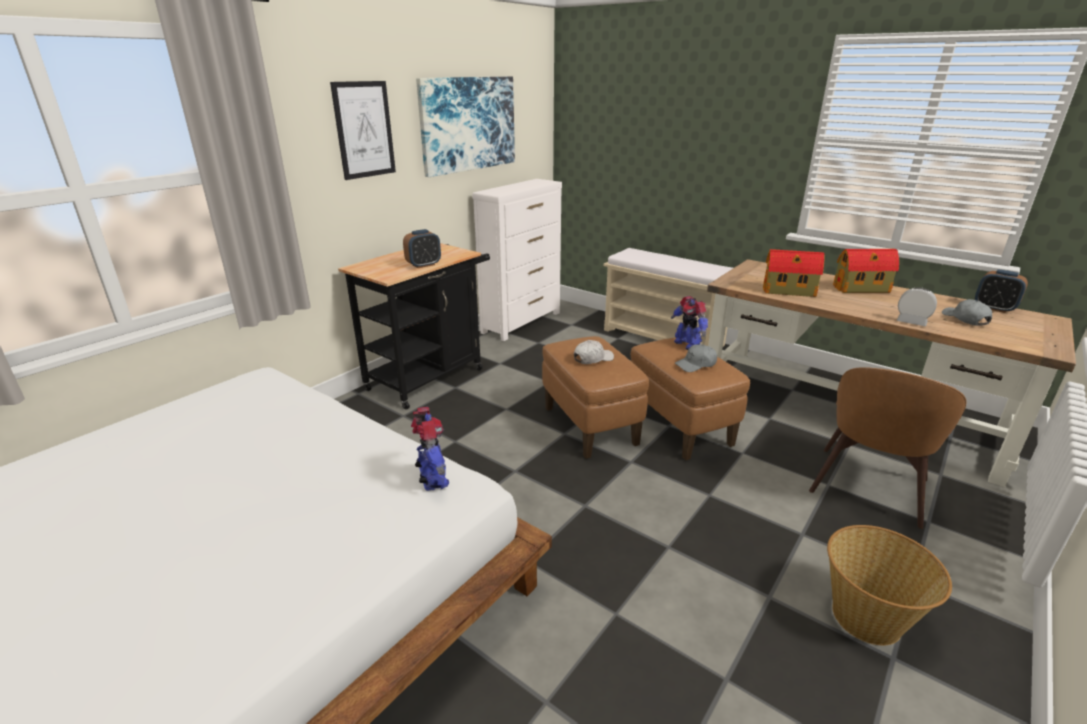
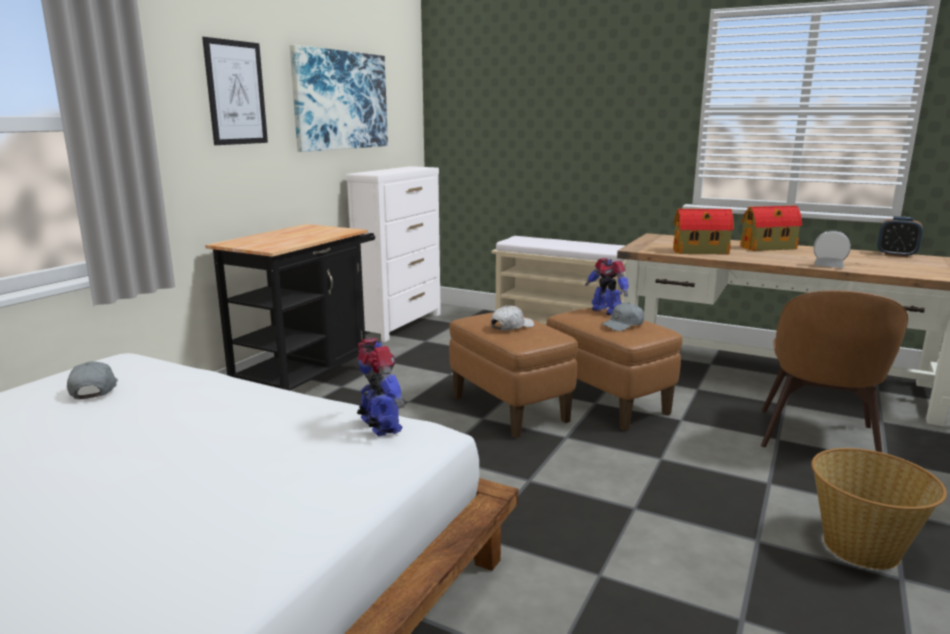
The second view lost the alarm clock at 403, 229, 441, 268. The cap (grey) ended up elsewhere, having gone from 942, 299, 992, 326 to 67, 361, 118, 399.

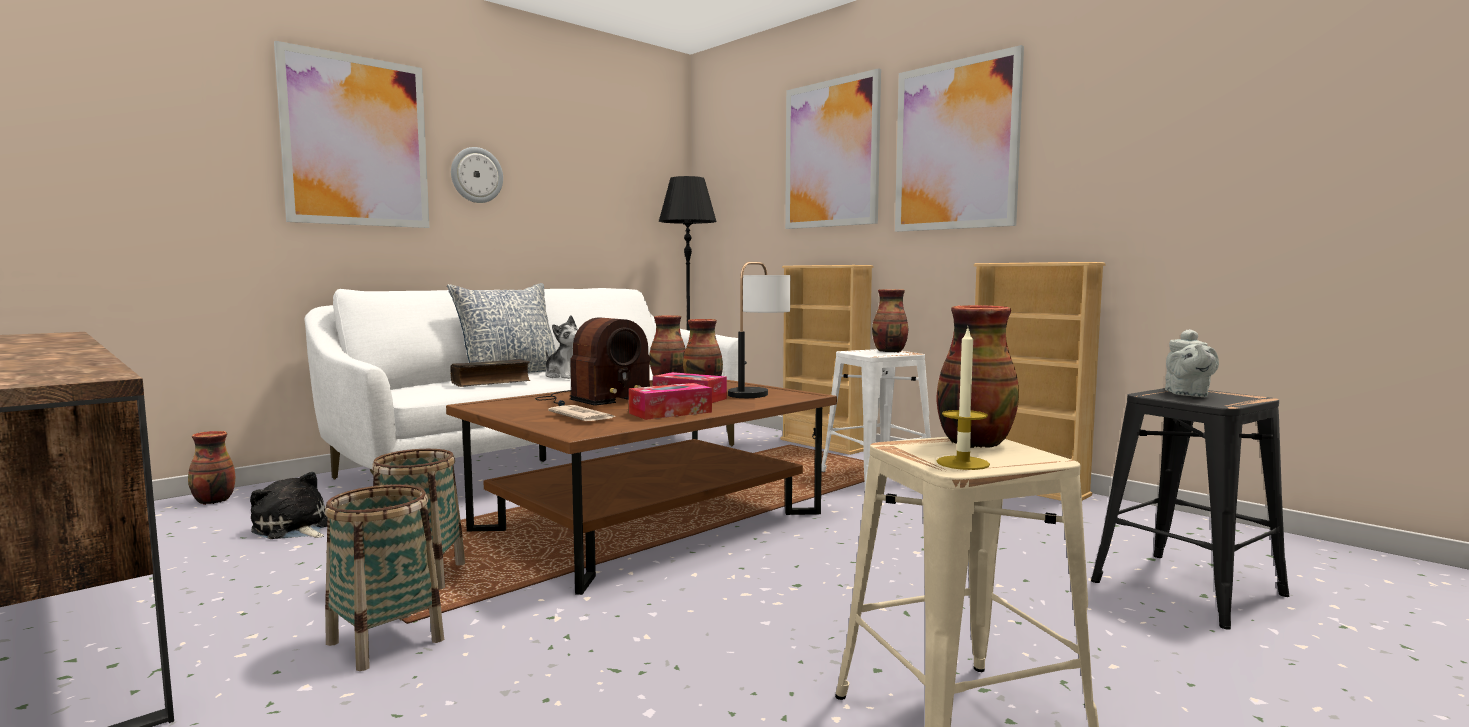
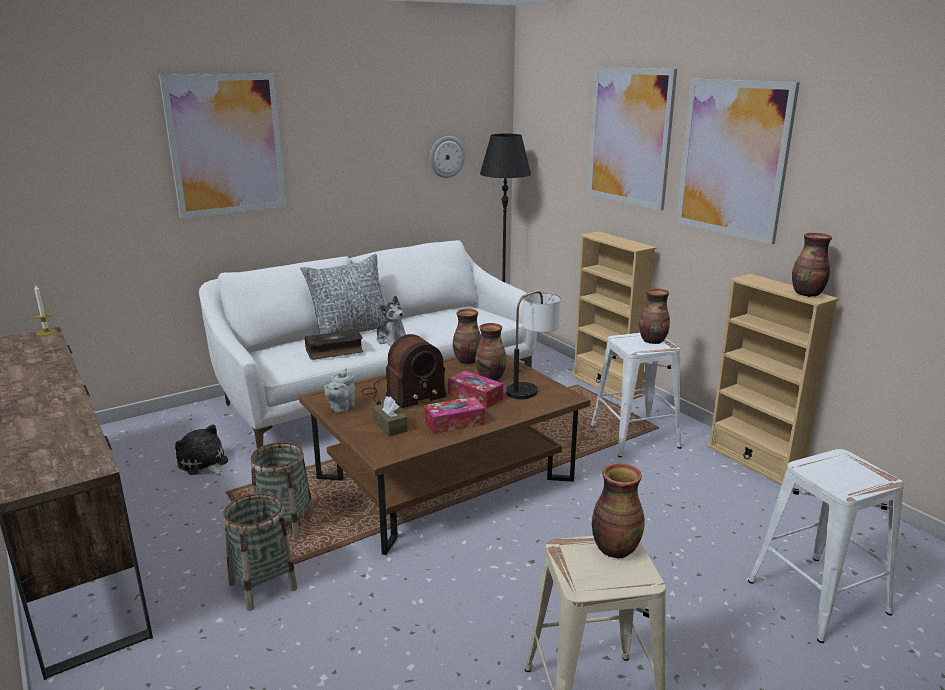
The wall clock ended up elsewhere, having gone from 451, 147, 503, 203 to 430, 136, 465, 178. The candle ended up elsewhere, having gone from 937, 329, 990, 470 to 34, 285, 57, 336. The teapot (grey) ended up elsewhere, having gone from 1165, 329, 1219, 397 to 324, 368, 355, 413. What was the stool (black) at 1091, 388, 1289, 630 turned into the stool (white) at 748, 449, 904, 643. Where the newspaper stood at 548, 405, 615, 421, the tissue box (brown) came to stand at 372, 396, 408, 437. The vase ended up elsewhere, having gone from 188, 431, 236, 505 to 792, 233, 832, 297.

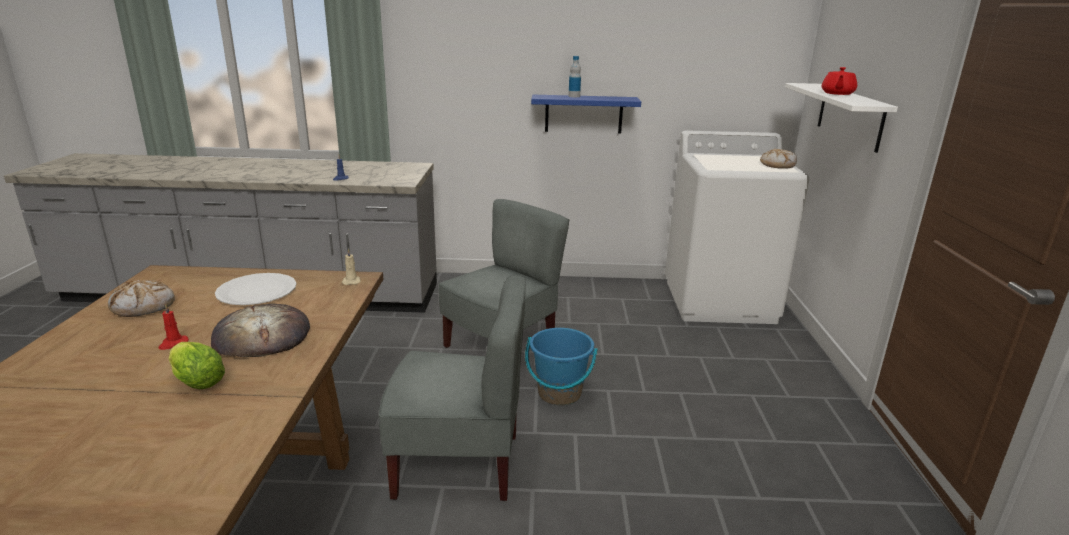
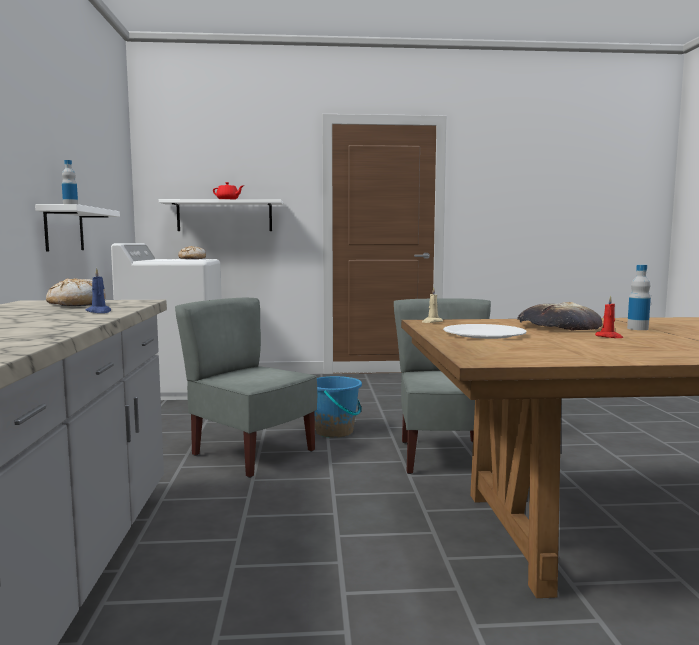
What was the shelf (blue) at 531, 95, 641, 134 turned into the shelf (white) at 35, 204, 120, 251. The bread ended up elsewhere, having gone from 108, 280, 175, 317 to 46, 278, 106, 306. Where the lettuce stood at 169, 342, 225, 389, the bottle came to stand at 627, 265, 651, 330.

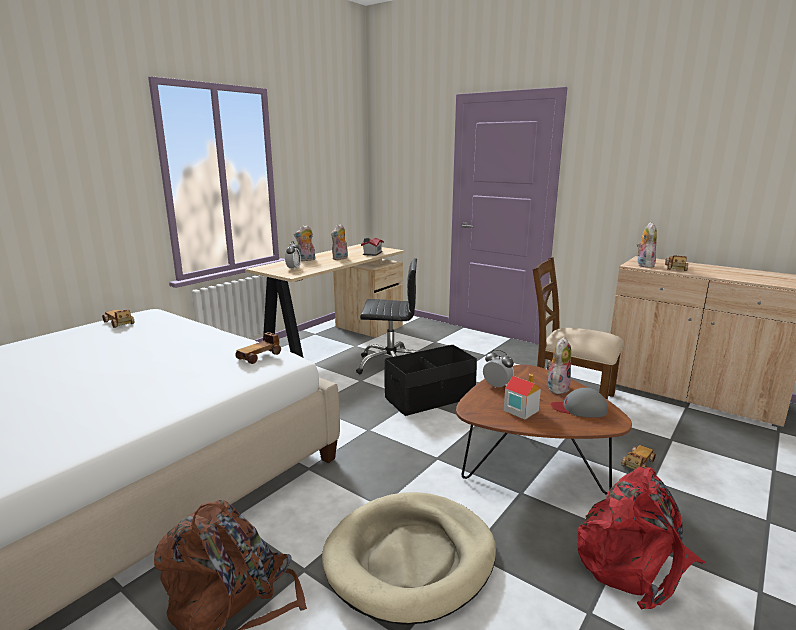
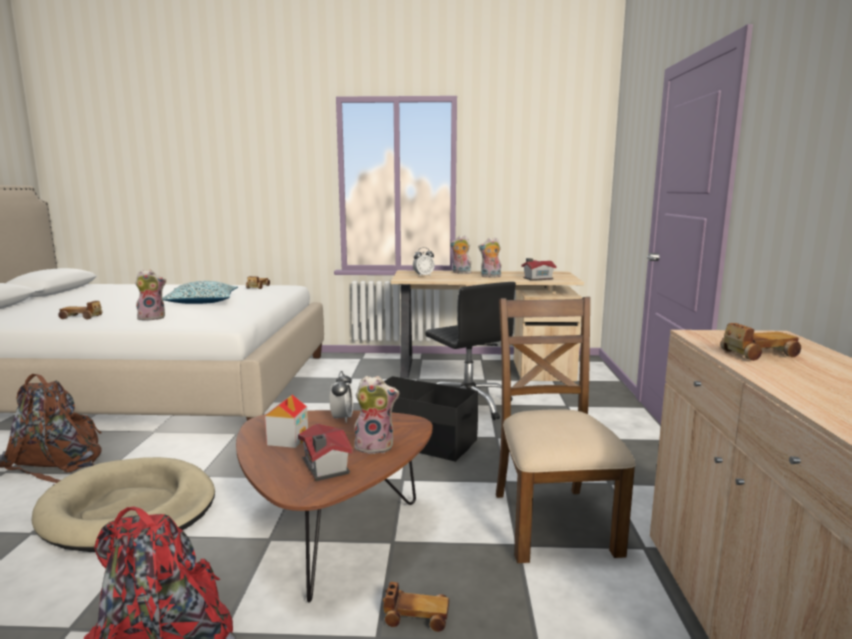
The plush toy ended up elsewhere, having gone from 637, 222, 657, 268 to 135, 270, 166, 320. The toy car ended up elsewhere, having gone from 235, 332, 281, 364 to 59, 301, 102, 319. Where the cap (grey) stood at 550, 388, 608, 418, the toy house came to stand at 298, 424, 353, 481. The second view gained the pillow at 162, 281, 238, 304.

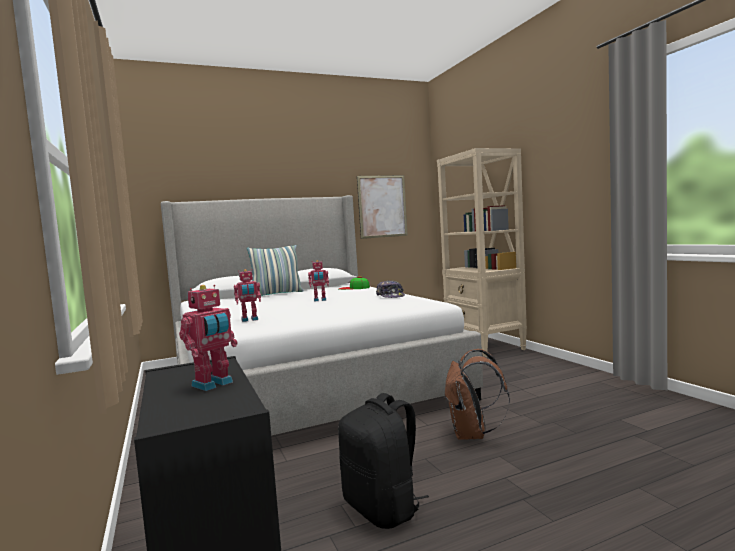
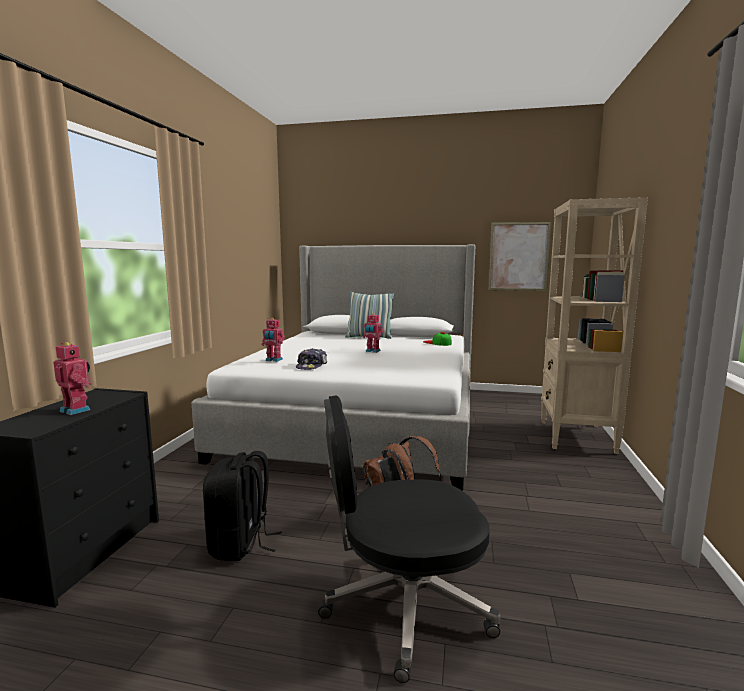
The cap ended up elsewhere, having gone from 376, 280, 405, 298 to 296, 348, 327, 370. The toy robot at 179, 285, 238, 391 ended up facing another way, 135 degrees counterclockwise from before. The second view gained the office chair (black) at 318, 395, 501, 683.

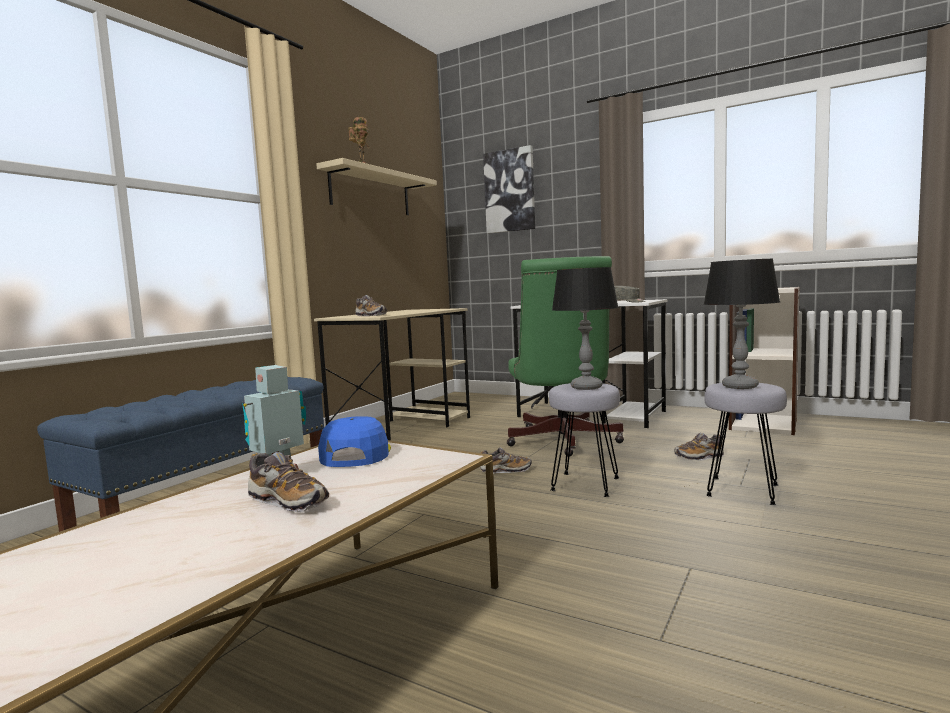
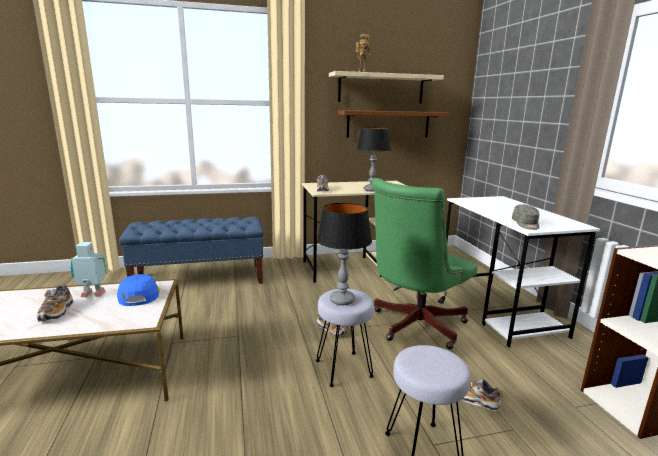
The second view lost the picture at 483, 145, 535, 234. The table lamp ended up elsewhere, having gone from 704, 259, 780, 389 to 357, 127, 391, 192. The cap (blue) at 318, 416, 391, 467 ended up facing another way, 60 degrees counterclockwise from before. The second view gained the shelf (brown) at 338, 110, 449, 138.

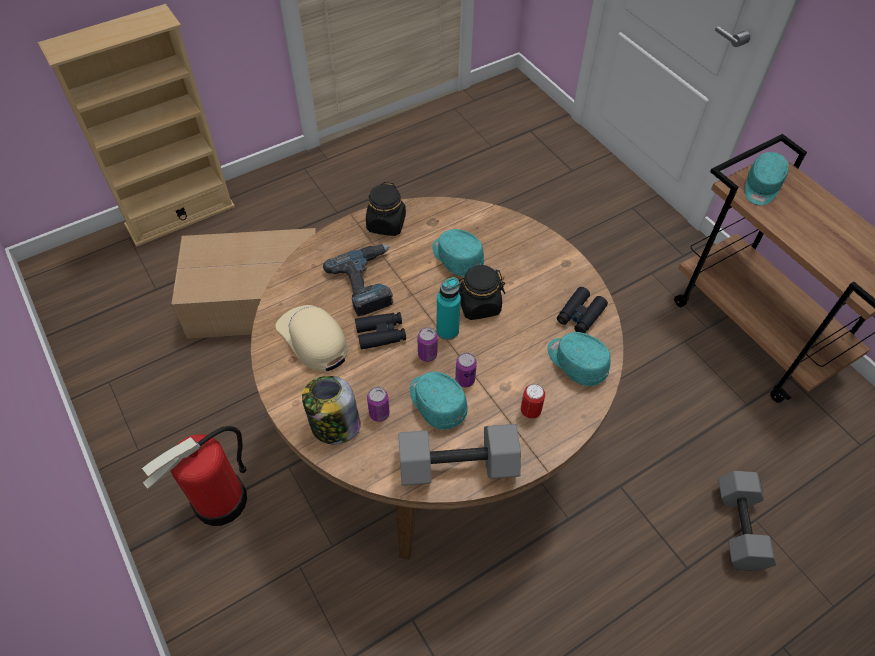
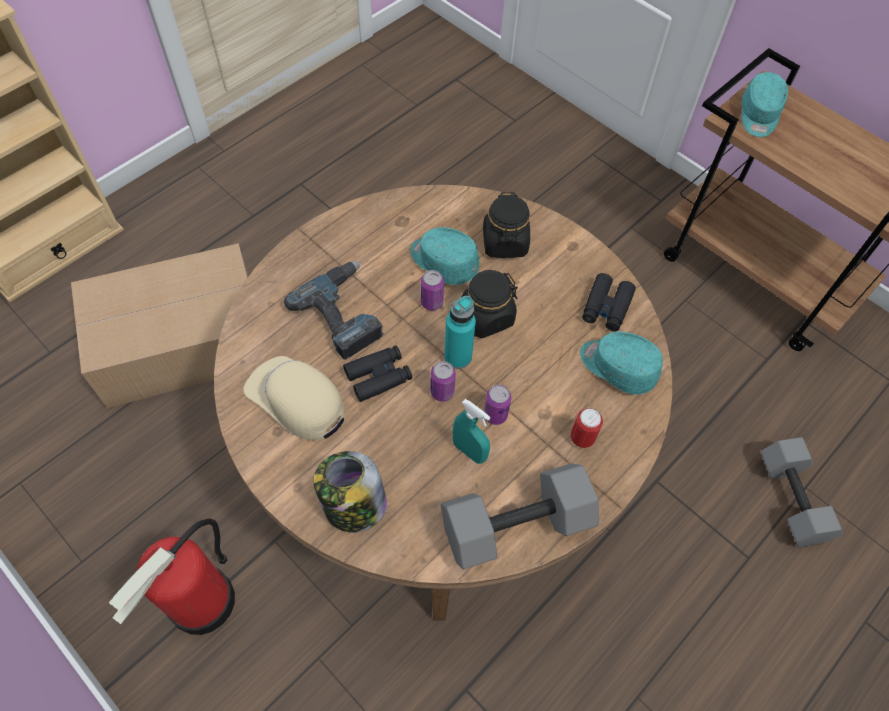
The jar (black) ended up elsewhere, having gone from 366, 182, 406, 236 to 483, 192, 530, 258. Where the cap (turquoise) stood at 410, 372, 468, 430, the spray bottle (turquoise) came to stand at 452, 399, 490, 464. The can ended up elsewhere, having gone from 367, 387, 390, 422 to 421, 270, 444, 311.

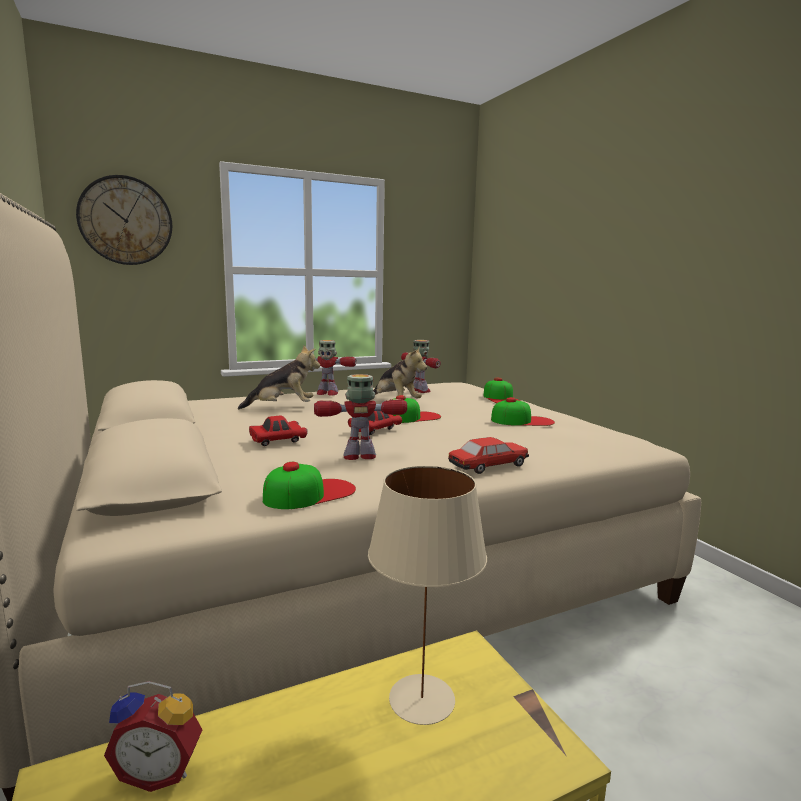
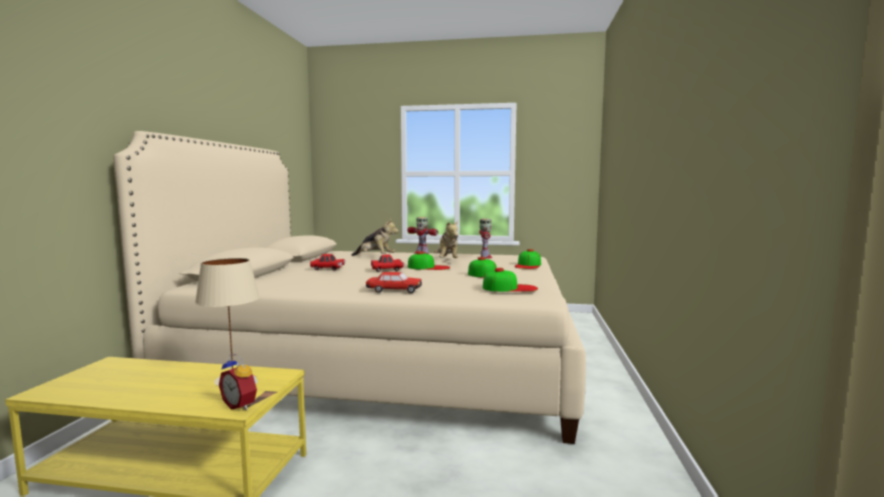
The second view lost the wall clock at 76, 175, 172, 265. The second view lost the toy robot at 314, 374, 407, 460. The cap ended up elsewhere, having gone from 263, 462, 356, 509 to 483, 268, 538, 292. The alarm clock ended up elsewhere, having gone from 104, 681, 203, 792 to 219, 354, 258, 410.

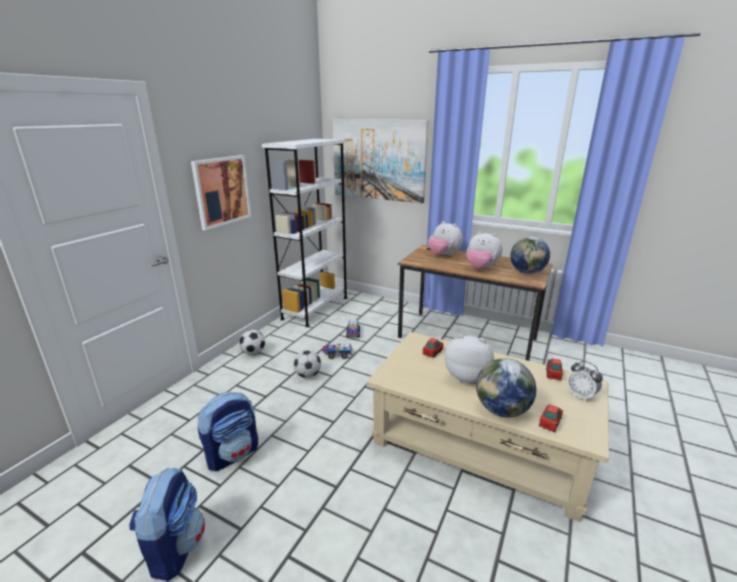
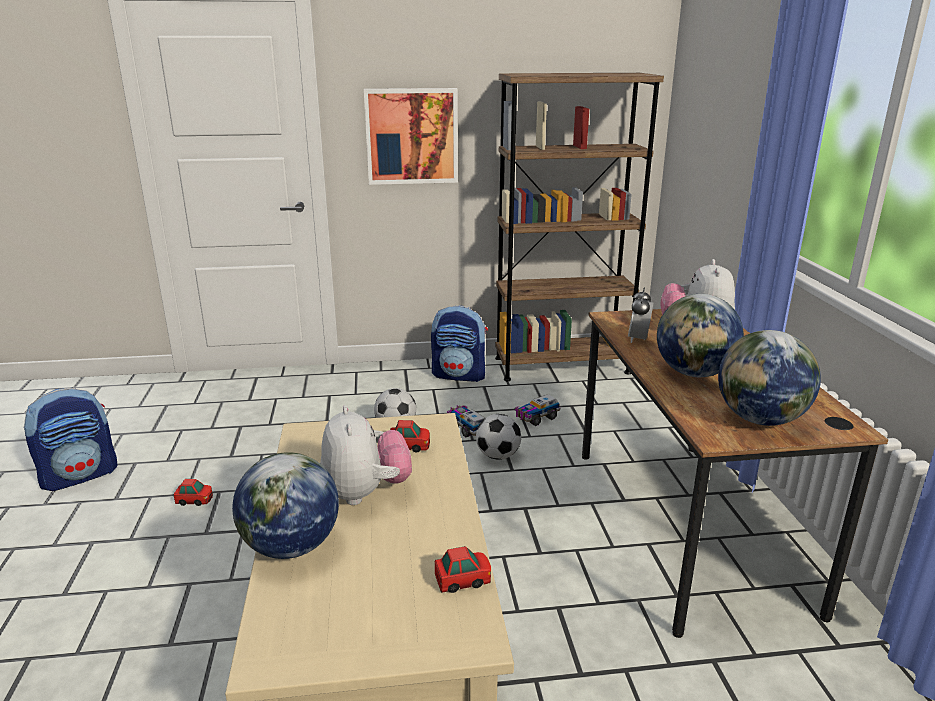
The second view lost the picture at 333, 119, 428, 203. What was the bookcase (white) at 262, 139, 347, 327 turned into the bookcase (brown) at 495, 73, 664, 381. Where the plush toy stood at 467, 231, 503, 268, the globe came to stand at 657, 294, 744, 377. The football ended up elsewhere, having gone from 239, 330, 265, 355 to 476, 414, 521, 460. The alarm clock ended up elsewhere, having gone from 567, 361, 603, 402 to 628, 287, 653, 343. The backpack ended up elsewhere, having gone from 197, 392, 258, 471 to 431, 305, 488, 382. The toy car ended up elsewhere, having gone from 539, 404, 563, 432 to 173, 479, 213, 506.

